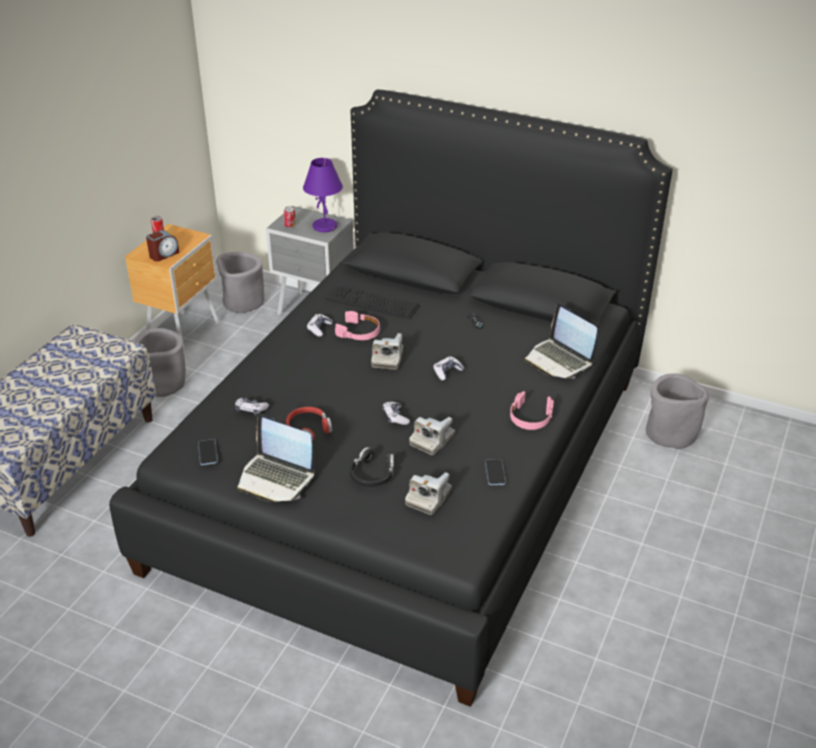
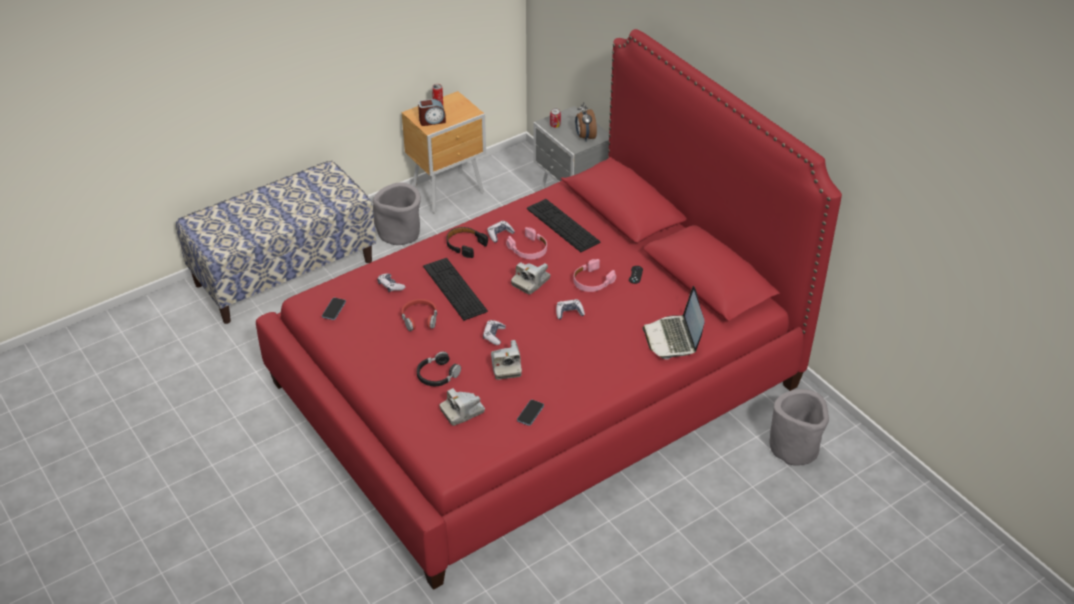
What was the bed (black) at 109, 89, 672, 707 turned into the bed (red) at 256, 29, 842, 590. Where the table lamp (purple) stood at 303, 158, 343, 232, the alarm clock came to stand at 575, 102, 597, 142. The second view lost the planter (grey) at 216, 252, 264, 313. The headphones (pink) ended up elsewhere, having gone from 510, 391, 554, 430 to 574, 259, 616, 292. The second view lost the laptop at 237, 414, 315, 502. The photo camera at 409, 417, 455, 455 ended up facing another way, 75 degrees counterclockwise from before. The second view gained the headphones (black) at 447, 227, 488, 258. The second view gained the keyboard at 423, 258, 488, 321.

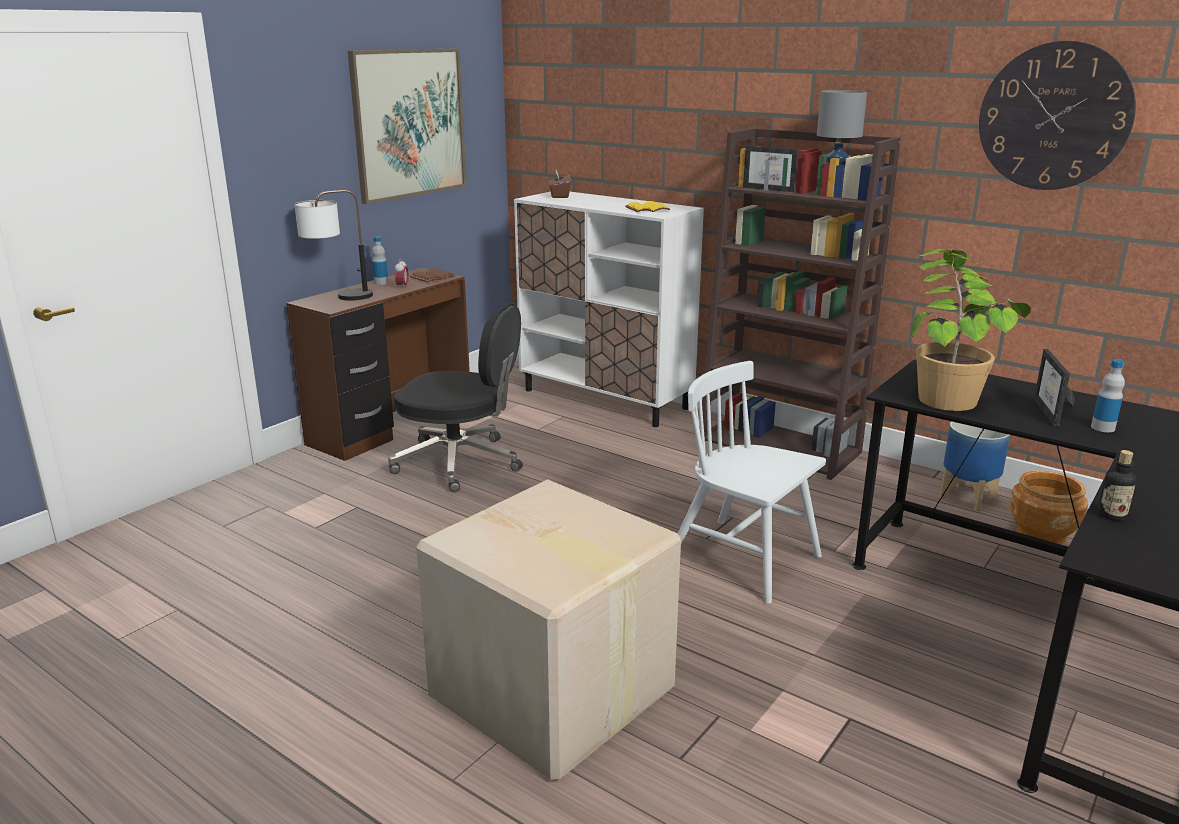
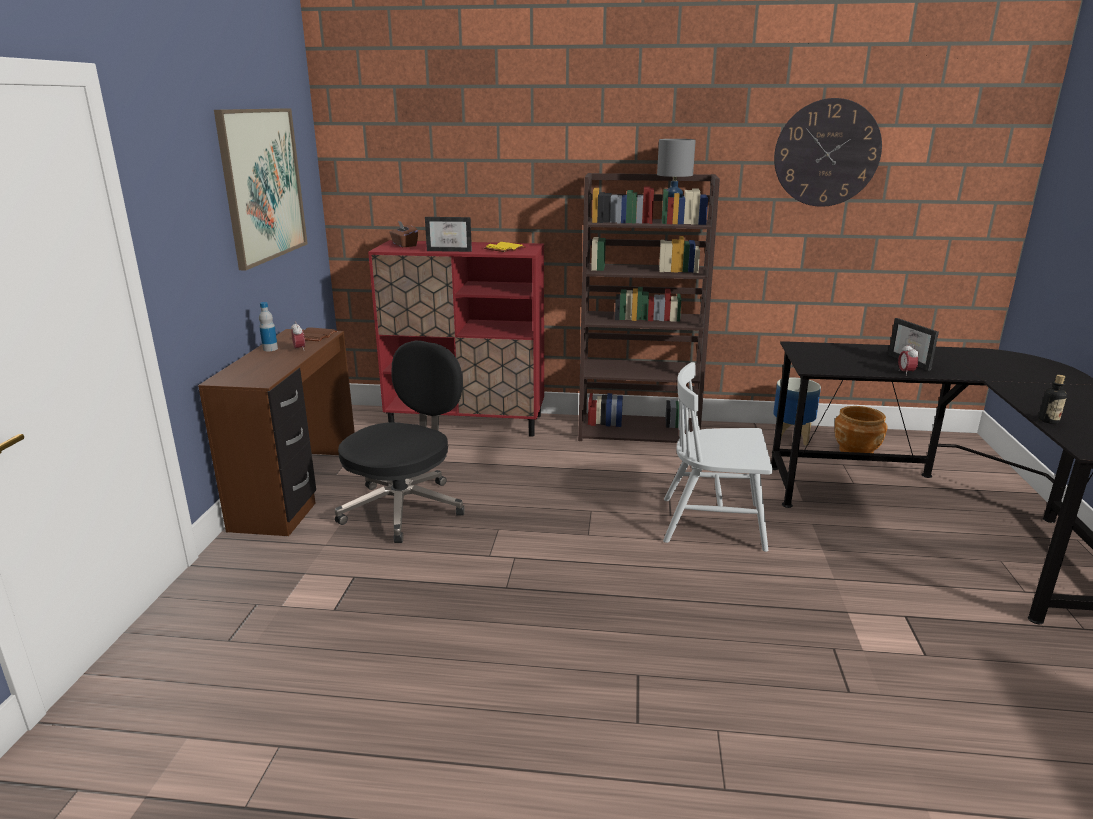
The picture frame ended up elsewhere, having gone from 743, 146, 799, 192 to 425, 217, 472, 252. The second view lost the table lamp at 294, 190, 373, 301. What was the cabinet (white) at 514, 192, 704, 427 turned into the cabinet (red) at 368, 240, 544, 437. The second view lost the potted plant at 911, 249, 1031, 411. The office chair (black) at 388, 303, 523, 492 ended up facing another way, 45 degrees counterclockwise from before. The second view lost the bottle at 1091, 359, 1125, 432. The second view lost the cardboard box at 416, 479, 681, 781. The second view gained the alarm clock at 898, 343, 919, 376.

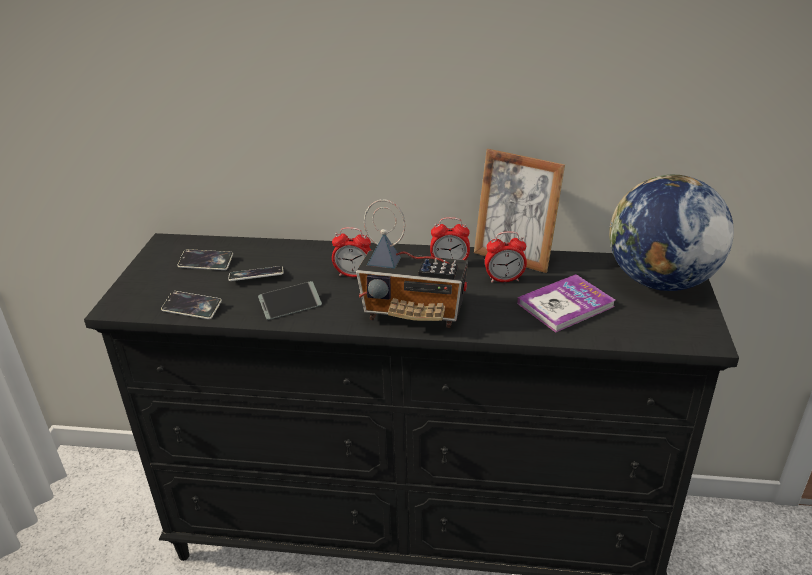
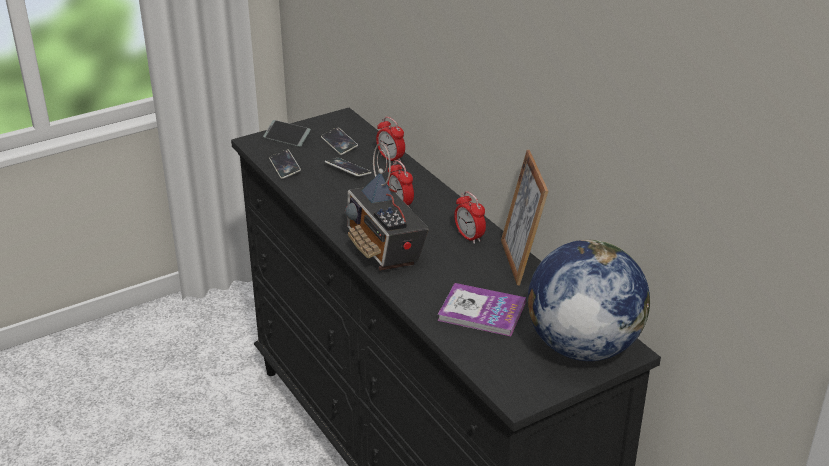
The alarm clock ended up elsewhere, having gone from 485, 232, 527, 283 to 376, 117, 405, 162. The phone ended up elsewhere, having gone from 258, 281, 322, 320 to 263, 120, 311, 147.

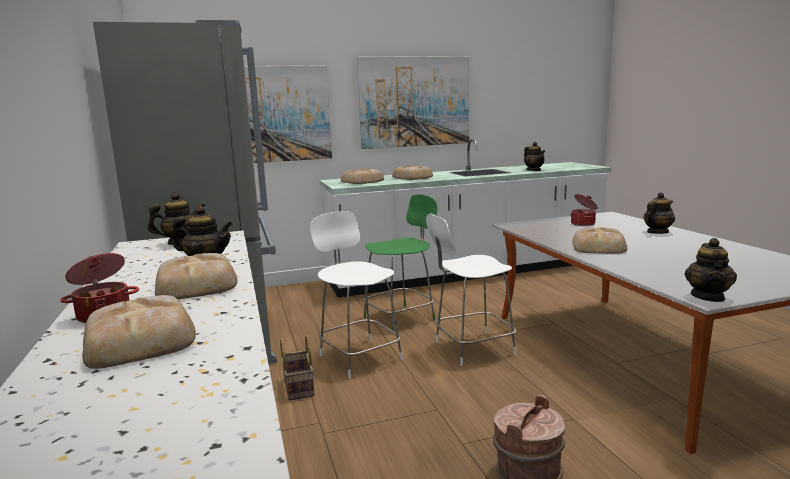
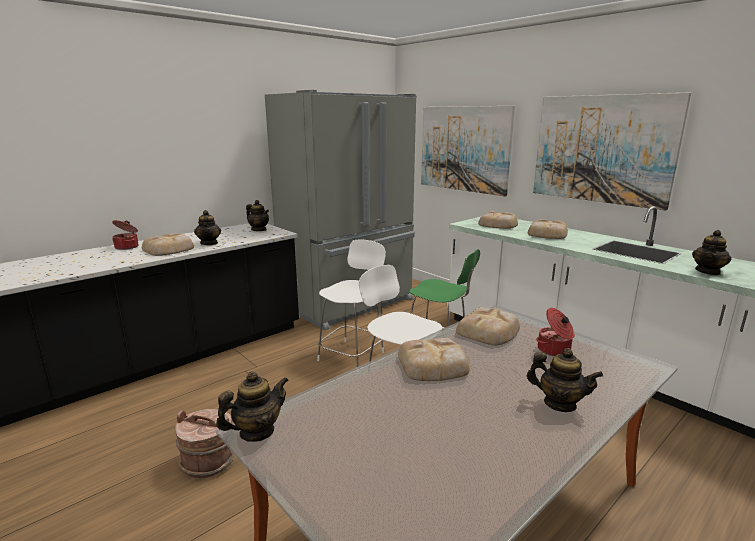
The teapot at 684, 238, 737, 302 ended up facing another way, 150 degrees clockwise from before. The bread ended up elsewhere, having gone from 82, 295, 196, 369 to 456, 307, 520, 345. The second view lost the basket at 280, 335, 315, 401.

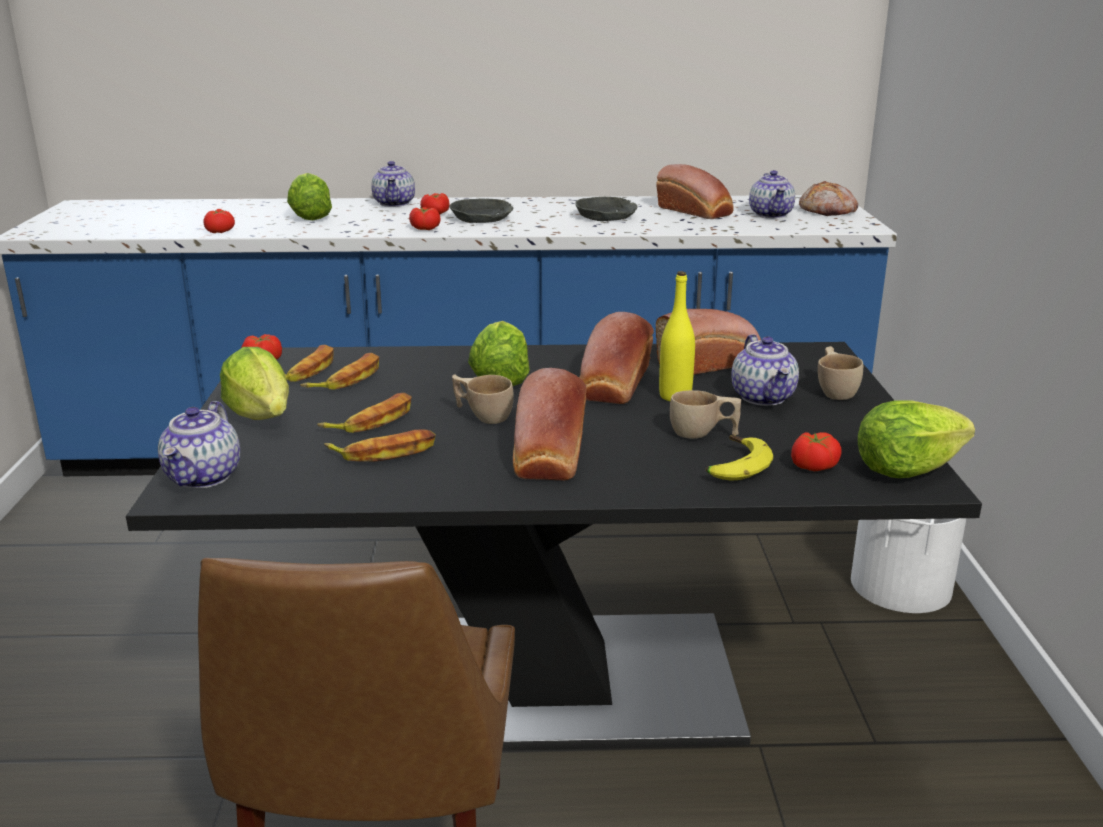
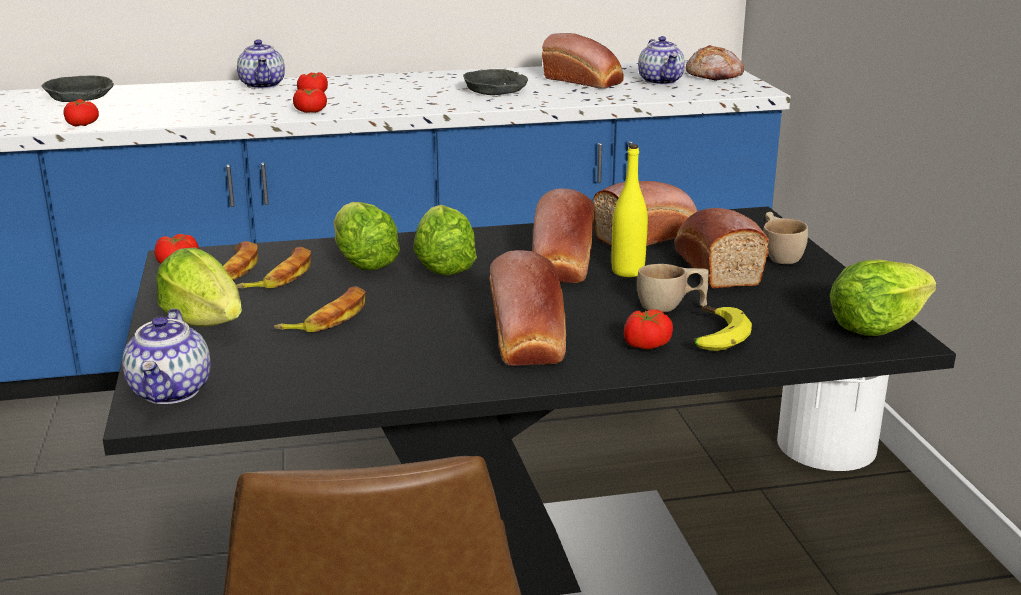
The lettuce ended up elsewhere, having gone from 287, 173, 332, 220 to 334, 202, 400, 270. The bowl (grey) ended up elsewhere, having gone from 449, 199, 513, 223 to 41, 75, 114, 102. Where the teapot stood at 731, 334, 799, 406, the bread came to stand at 674, 208, 769, 289. The second view lost the cup (beige) at 452, 375, 514, 424. The second view lost the banana at 324, 429, 436, 462. The tomato ended up elsewhere, having gone from 791, 432, 842, 471 to 624, 309, 673, 350.

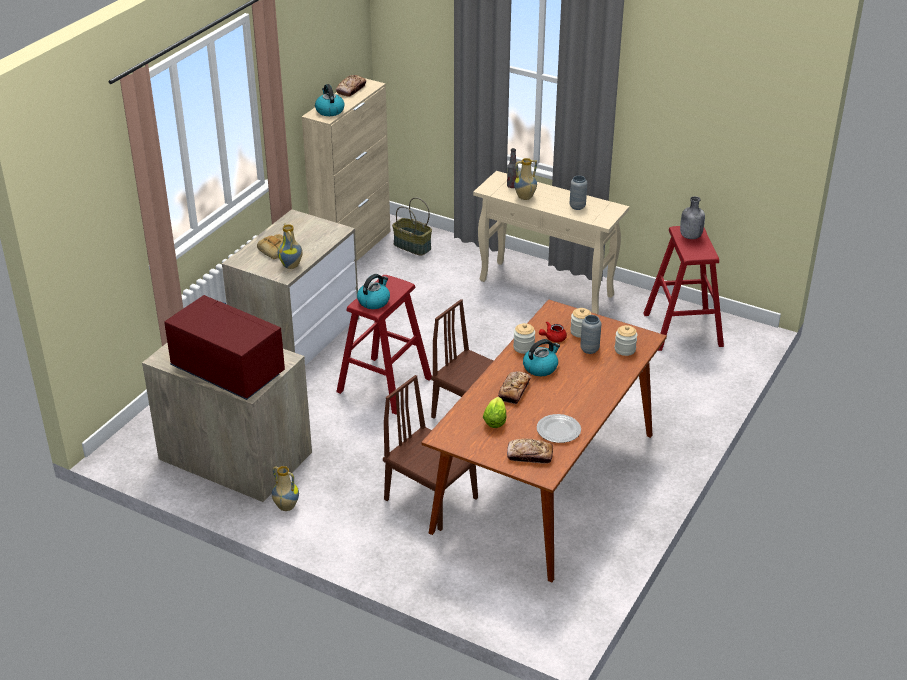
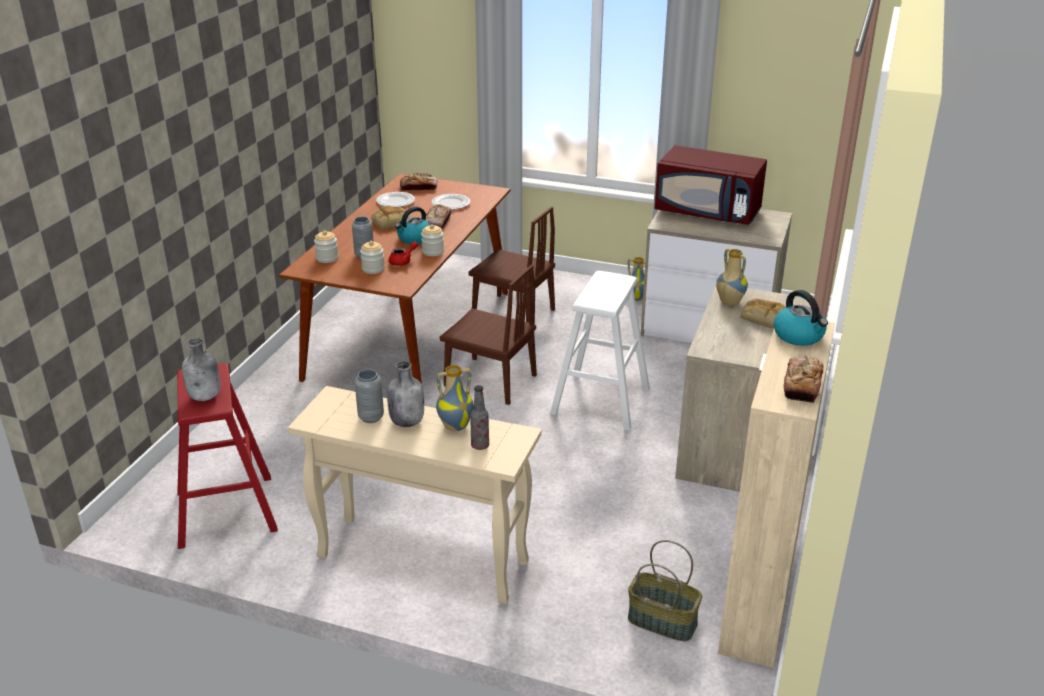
The second view lost the kettle at 357, 274, 390, 309. What was the stool (red) at 336, 275, 432, 415 turned into the stool (white) at 550, 271, 650, 431. Where the lettuce stood at 483, 397, 507, 428, the plate came to stand at 432, 194, 470, 210. The second view gained the bread at 371, 206, 410, 230. The second view gained the bottle (grey) at 387, 361, 424, 427.

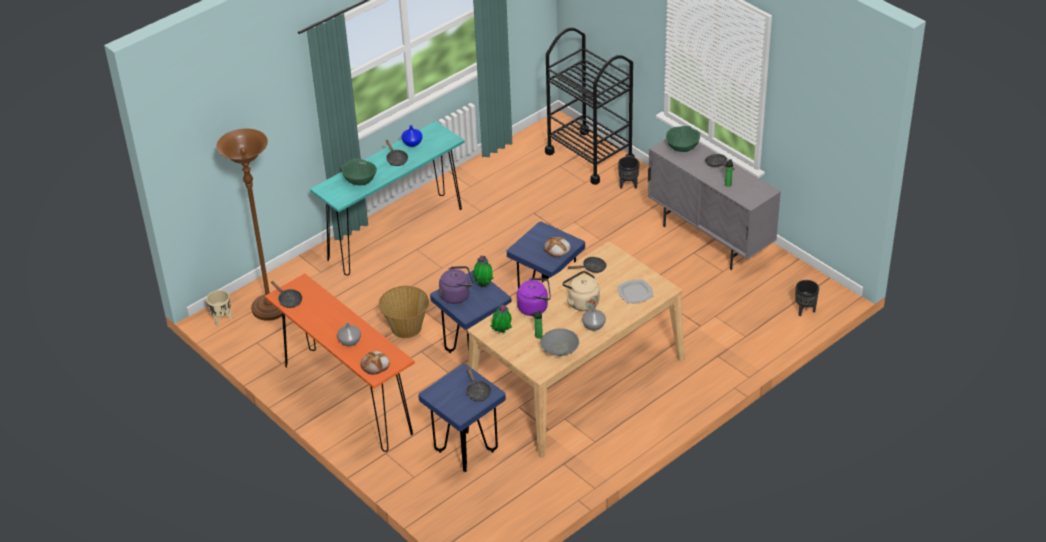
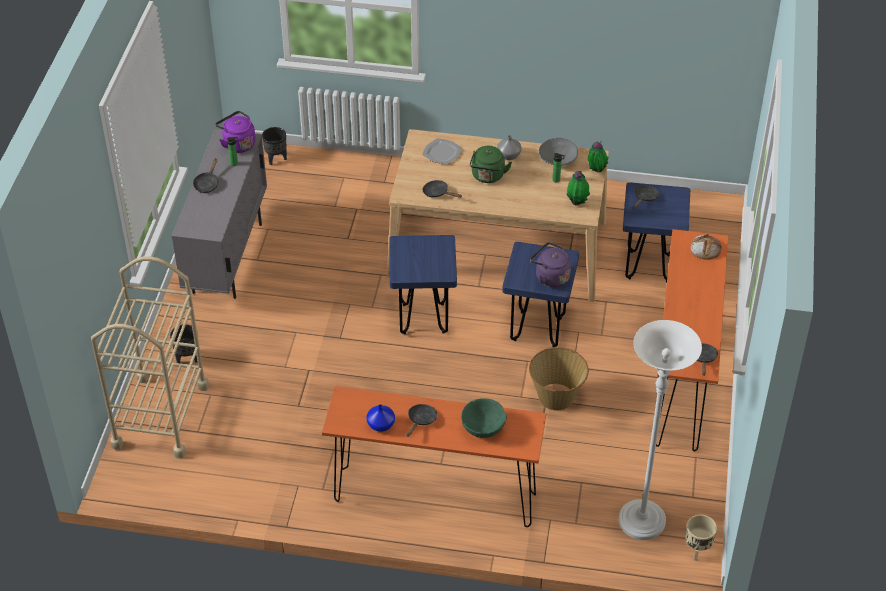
What was the cart (black) at 545, 28, 635, 185 turned into the cart (beige) at 91, 256, 209, 458. What was the console table (turquoise) at 310, 121, 465, 276 turned into the console table (orange) at 322, 386, 546, 527. The second view lost the bowl (green) at 666, 126, 700, 152. What was the floor lamp (brown) at 216, 129, 284, 321 turned into the floor lamp (white) at 619, 320, 702, 540. The second view lost the bread at 543, 237, 571, 257. The potted plant ended up elsewhere, having gone from 473, 256, 493, 287 to 588, 141, 609, 173. What was the kettle (beige) at 562, 271, 600, 311 turned into the kettle (green) at 470, 146, 512, 183. The kettle (purple) ended up elsewhere, having gone from 517, 278, 551, 316 to 215, 111, 256, 153. The second view lost the vase (grey) at 337, 322, 361, 346.

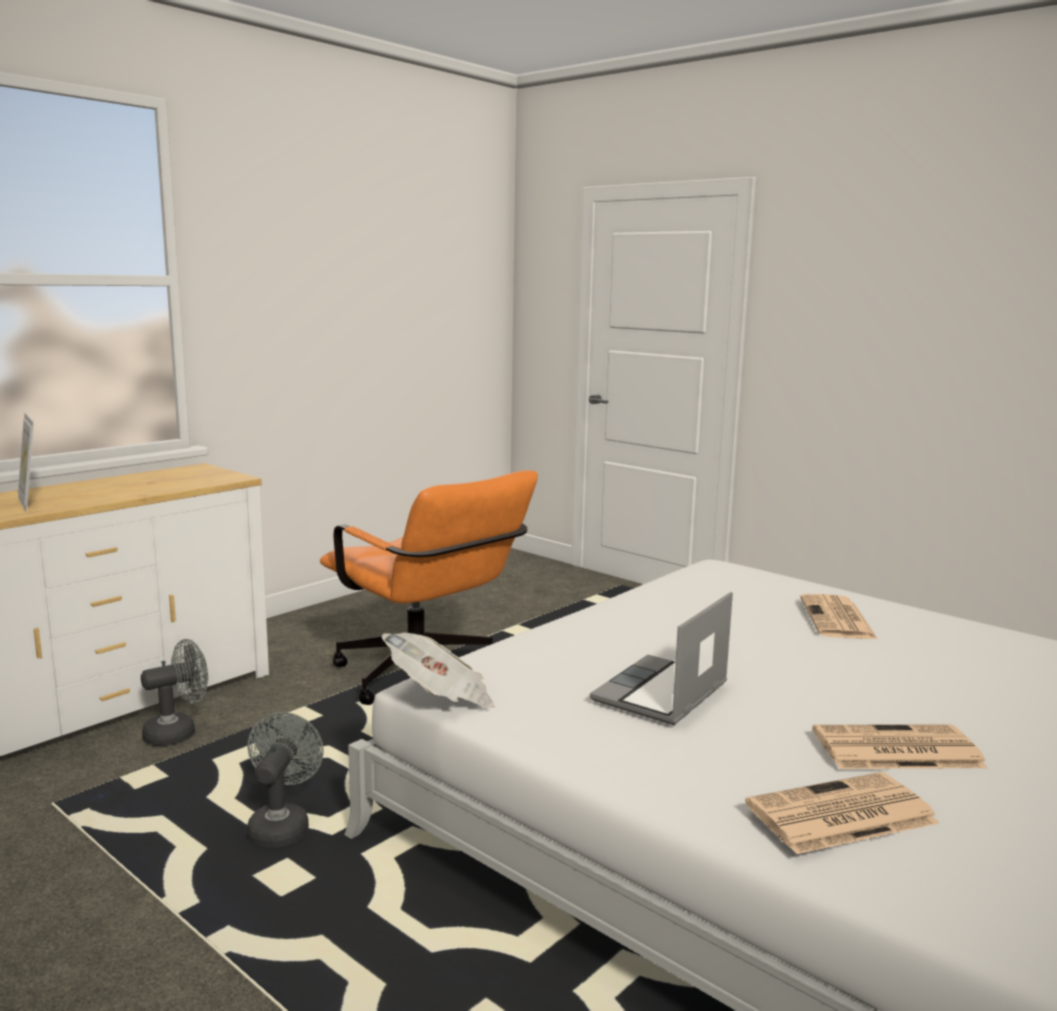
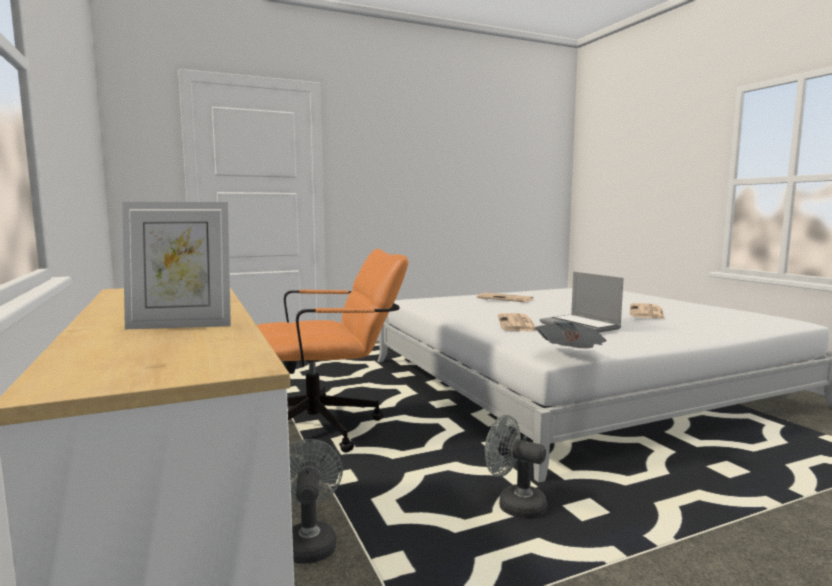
The newspaper ended up elsewhere, having gone from 745, 772, 939, 854 to 498, 313, 537, 331.

